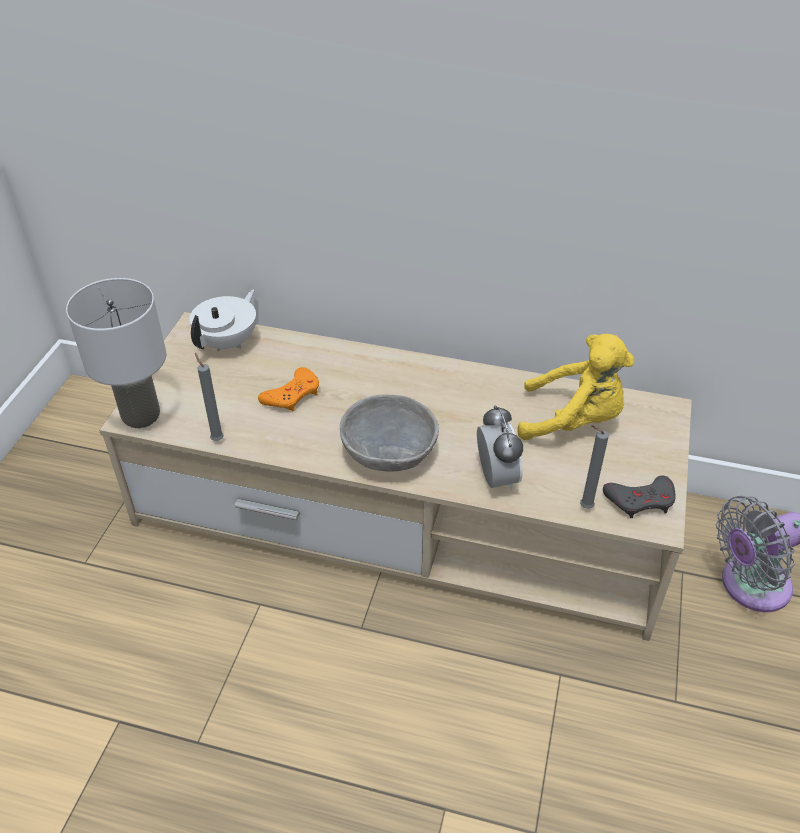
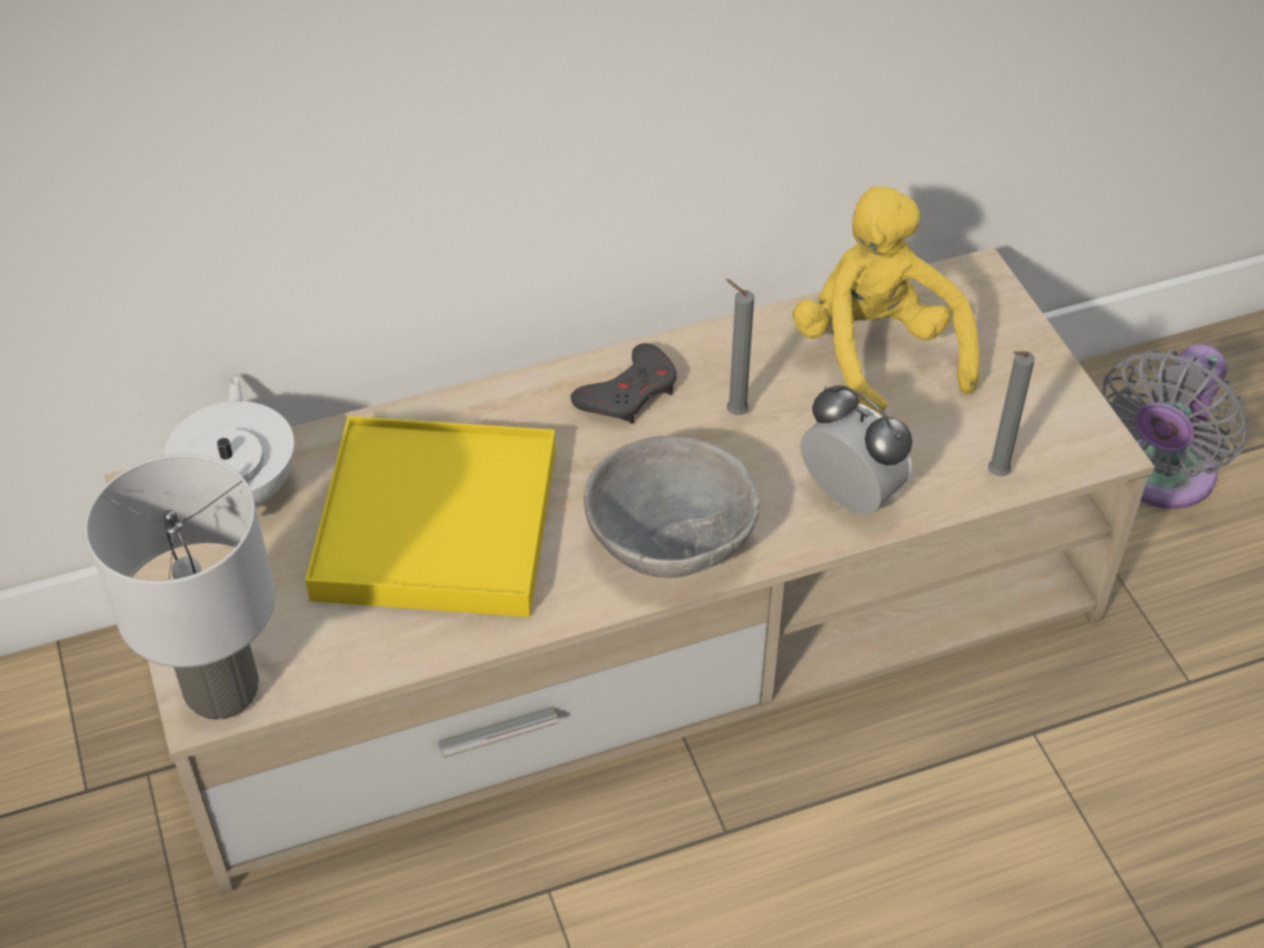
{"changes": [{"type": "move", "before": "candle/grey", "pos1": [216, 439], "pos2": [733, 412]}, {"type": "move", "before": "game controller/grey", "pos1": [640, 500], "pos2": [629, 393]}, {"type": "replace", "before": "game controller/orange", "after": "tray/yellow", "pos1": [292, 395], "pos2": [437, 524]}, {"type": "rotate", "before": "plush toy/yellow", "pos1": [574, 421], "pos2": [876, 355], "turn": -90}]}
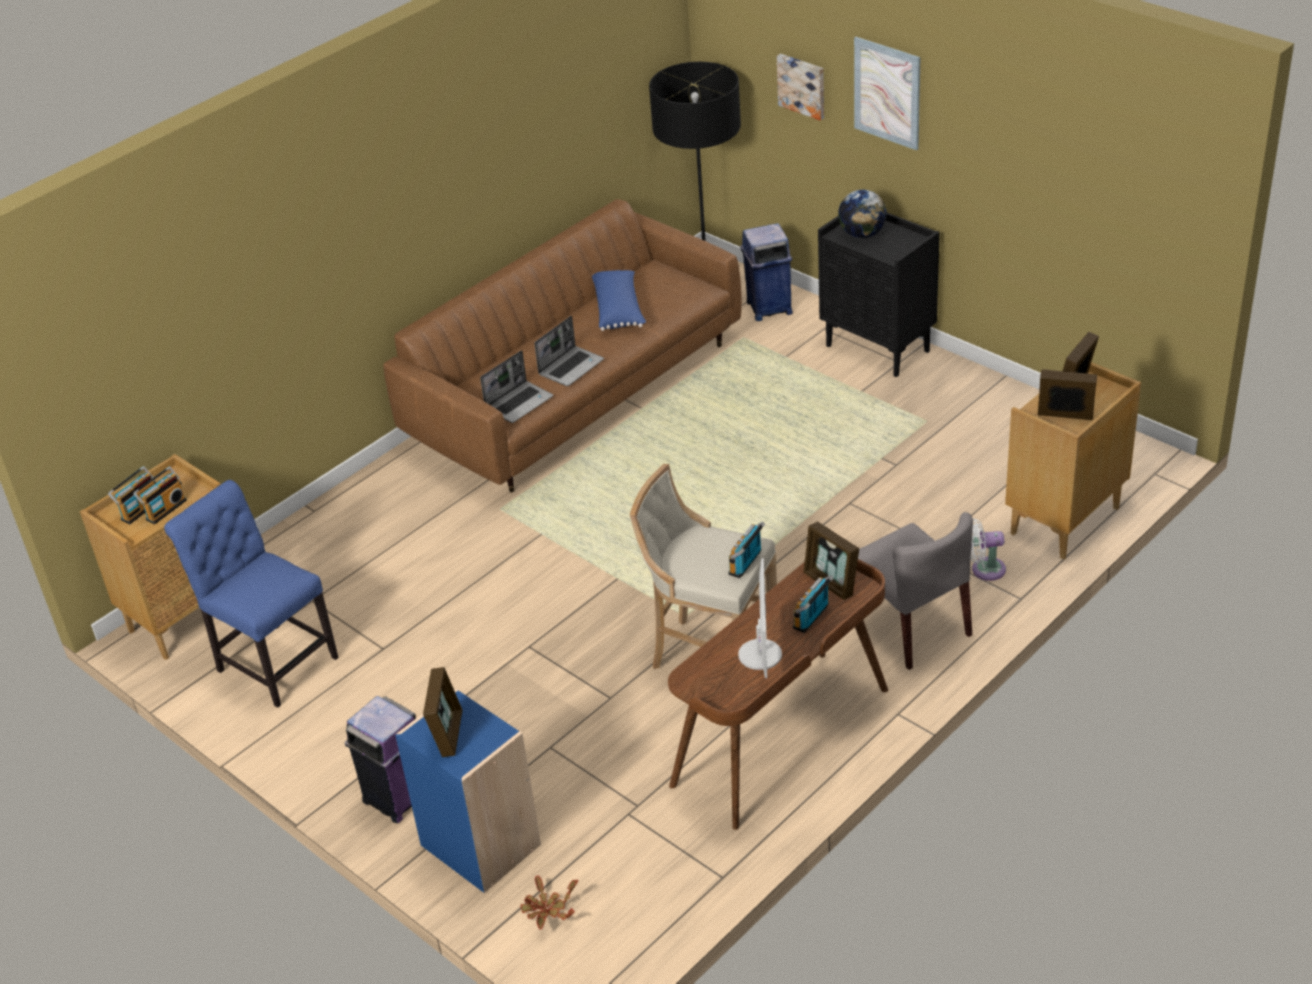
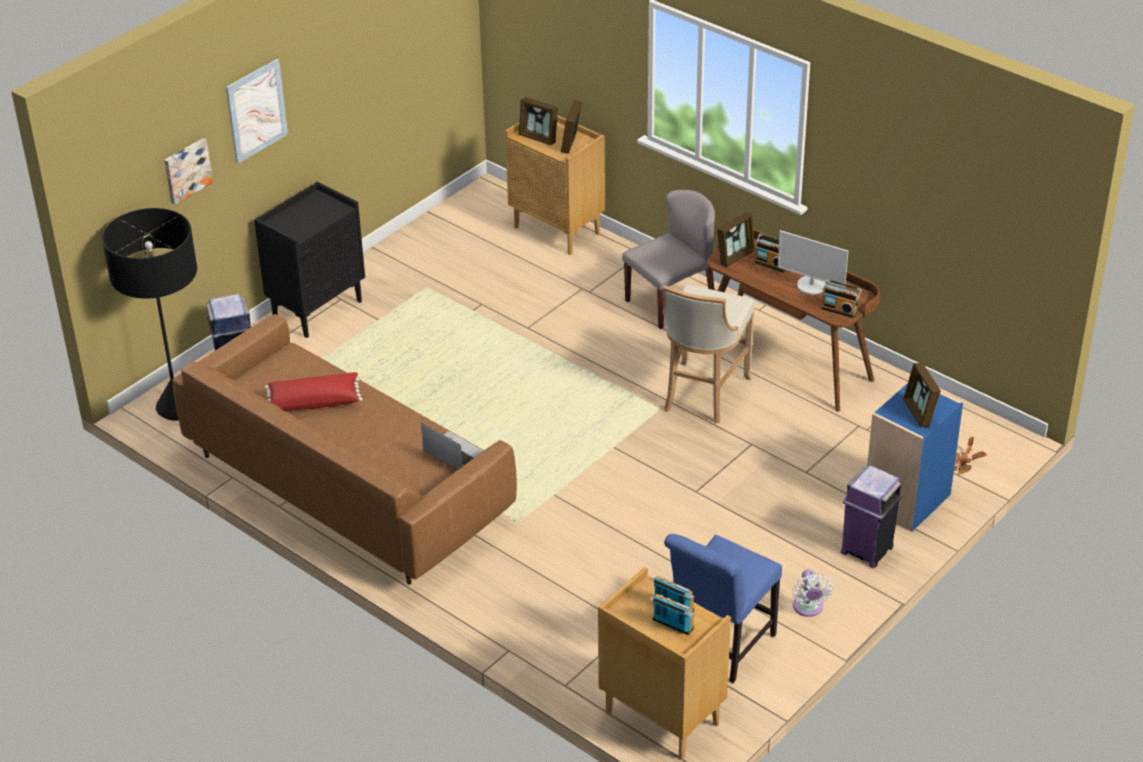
{"changes": [{"type": "delete", "before": "laptop", "pos1": [571, 367]}, {"type": "delete", "before": "globe", "pos1": [862, 234]}, {"type": "move", "before": "radio", "pos1": [747, 563], "pos2": [840, 310]}, {"type": "move", "before": "fan/white", "pos1": [984, 569], "pos2": [808, 608]}, {"type": "recolor", "before": "pillow/blue", "after": "pillow/red", "pos1": [619, 310], "pos2": [314, 401]}, {"type": "rotate", "before": "picture frame", "pos1": [447, 734], "pos2": [919, 413], "turn": -105}, {"type": "rotate", "before": "monitor", "pos1": [760, 654], "pos2": [811, 285], "turn": -150}]}
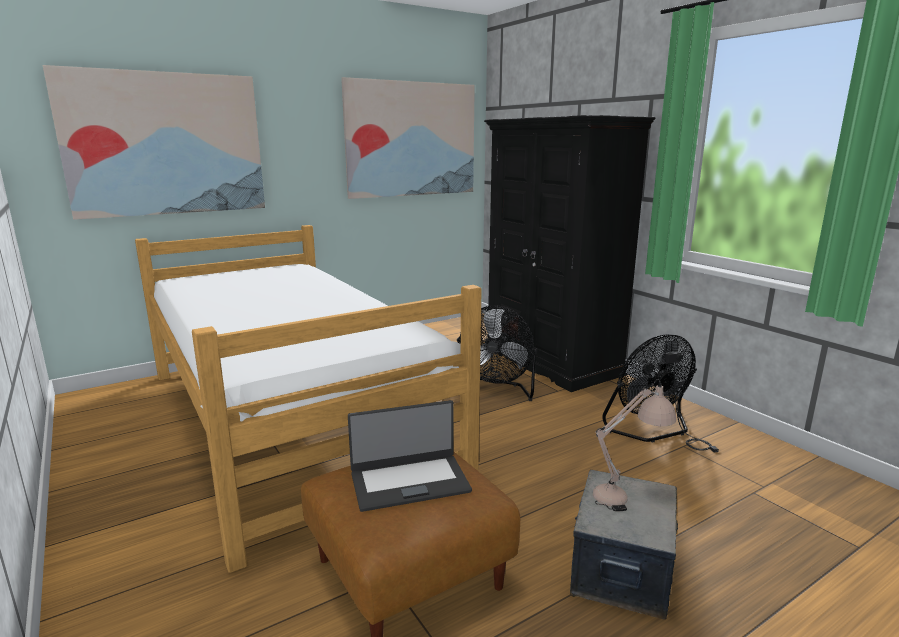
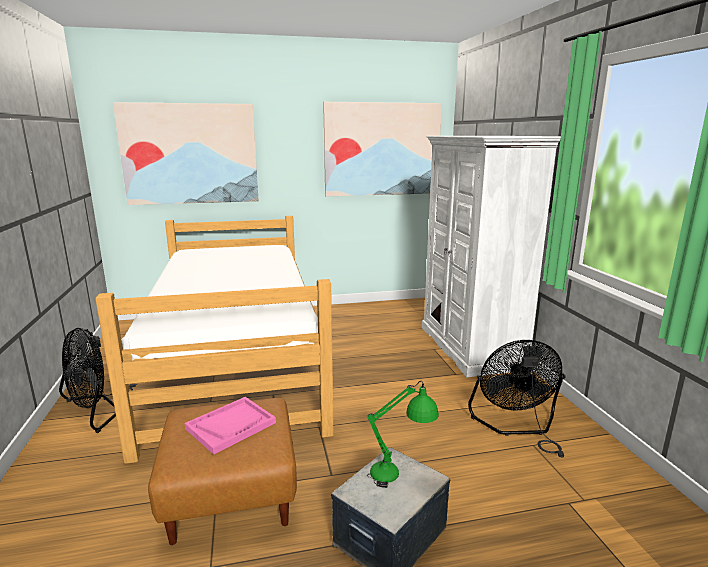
{"changes": [{"type": "move", "before": "fan/black", "pos1": [494, 387], "pos2": [98, 408]}, {"type": "replace", "before": "laptop", "after": "tray/pink", "pos1": [409, 481], "pos2": [231, 426]}, {"type": "recolor", "before": "wardrobe/black", "after": "wardrobe/white", "pos1": [550, 361], "pos2": [469, 347]}, {"type": "recolor", "before": "table lamp/beige", "after": "table lamp/green", "pos1": [628, 495], "pos2": [400, 475]}]}
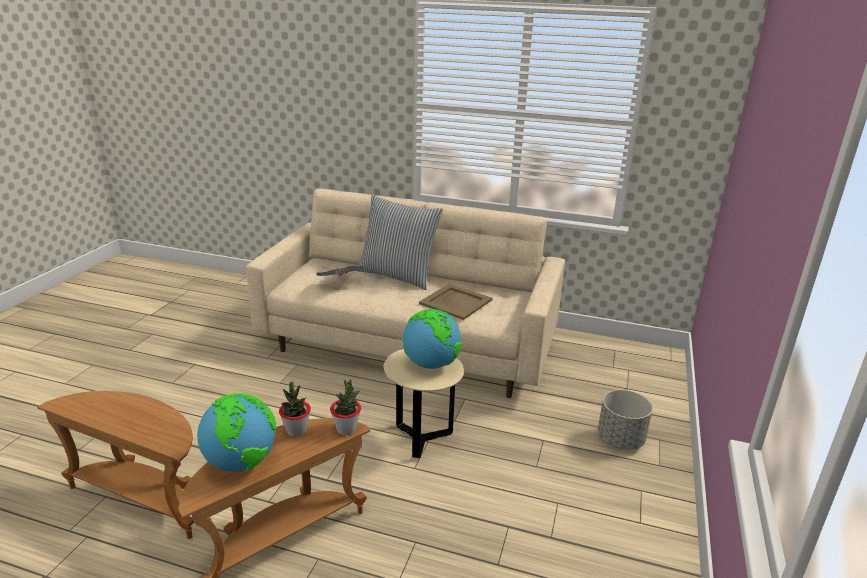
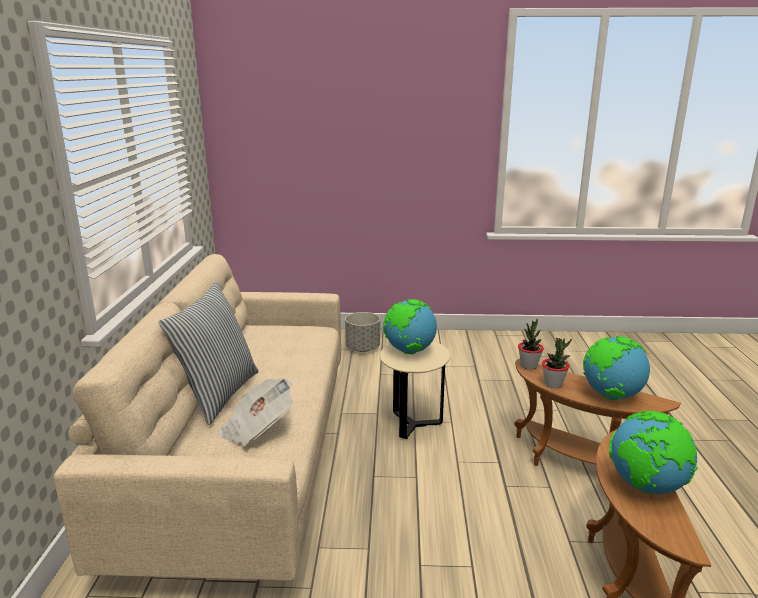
{"changes": [{"type": "delete", "before": "tray/beige", "pos1": [455, 301]}, {"type": "insert", "after": "globe", "pos2": [646, 487]}]}
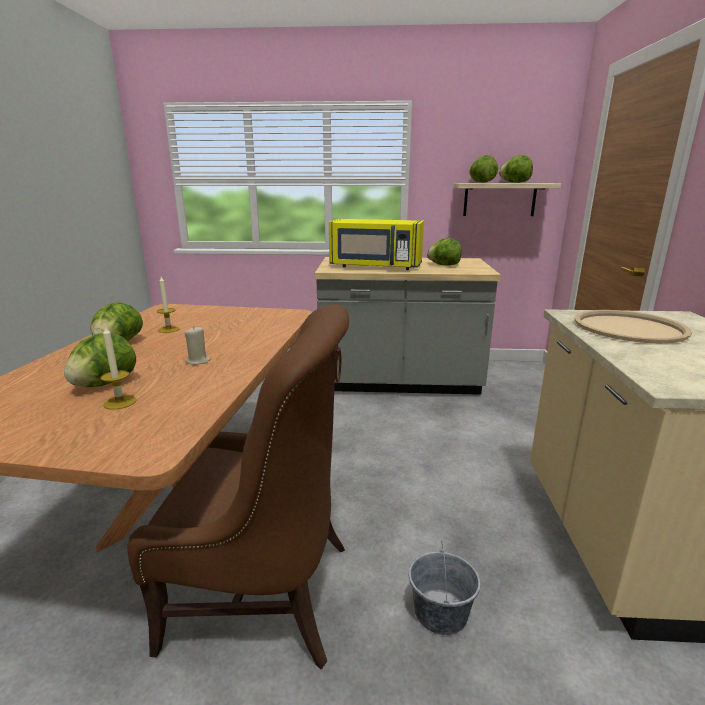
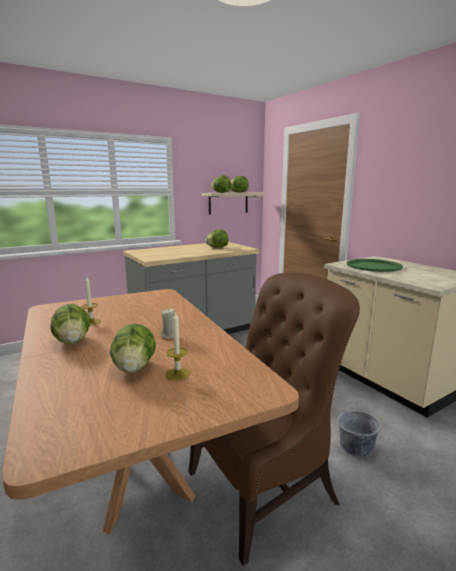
{"changes": [{"type": "delete", "before": "microwave/yellow", "pos1": [375, 266]}, {"type": "recolor", "before": "tray/beige", "after": "tray/green", "pos1": [629, 328], "pos2": [373, 266]}]}
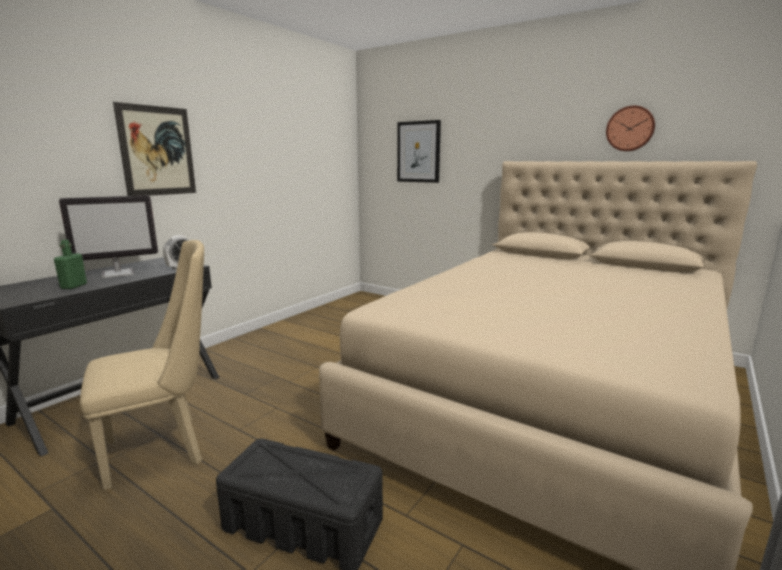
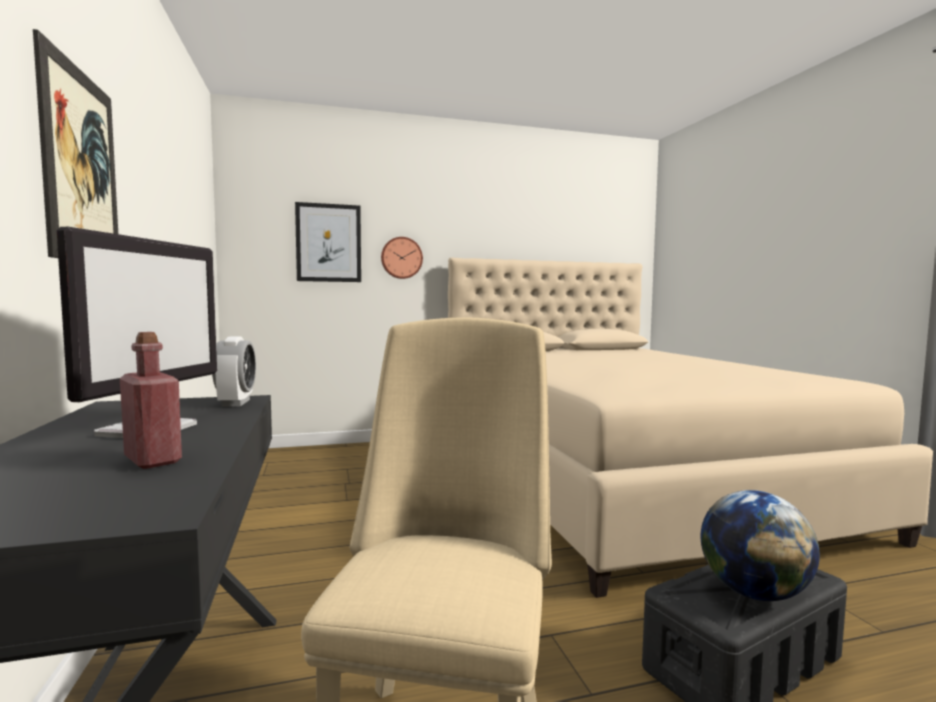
{"changes": [{"type": "insert", "after": "globe", "pos2": [753, 592]}, {"type": "move", "before": "wall clock", "pos1": [630, 129], "pos2": [401, 258]}, {"type": "recolor", "before": "bottle/green", "after": "bottle/red", "pos1": [73, 286], "pos2": [153, 460]}]}
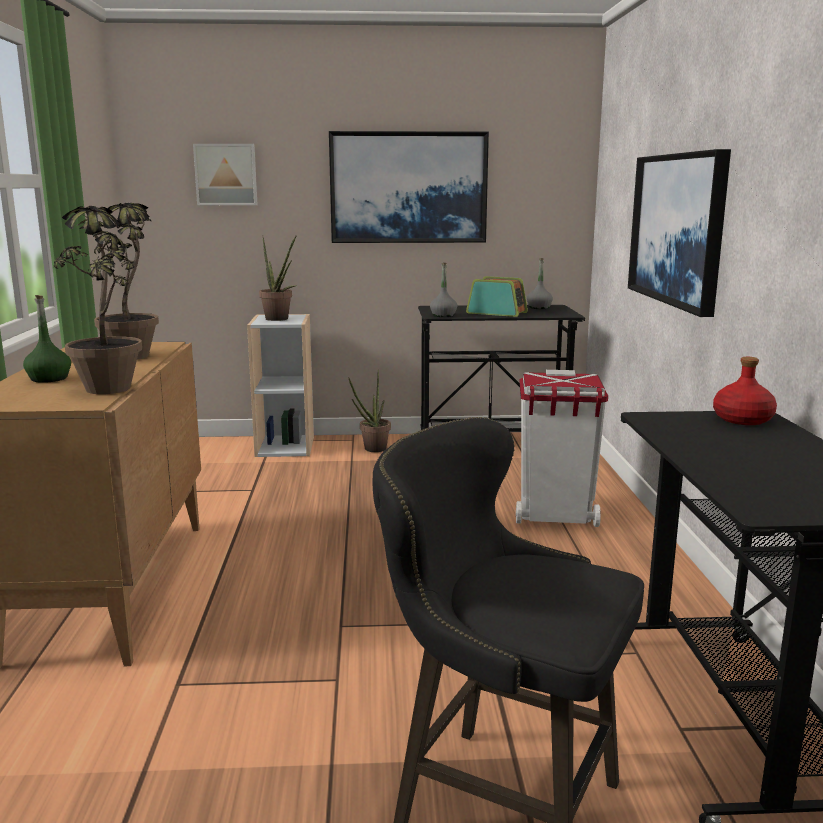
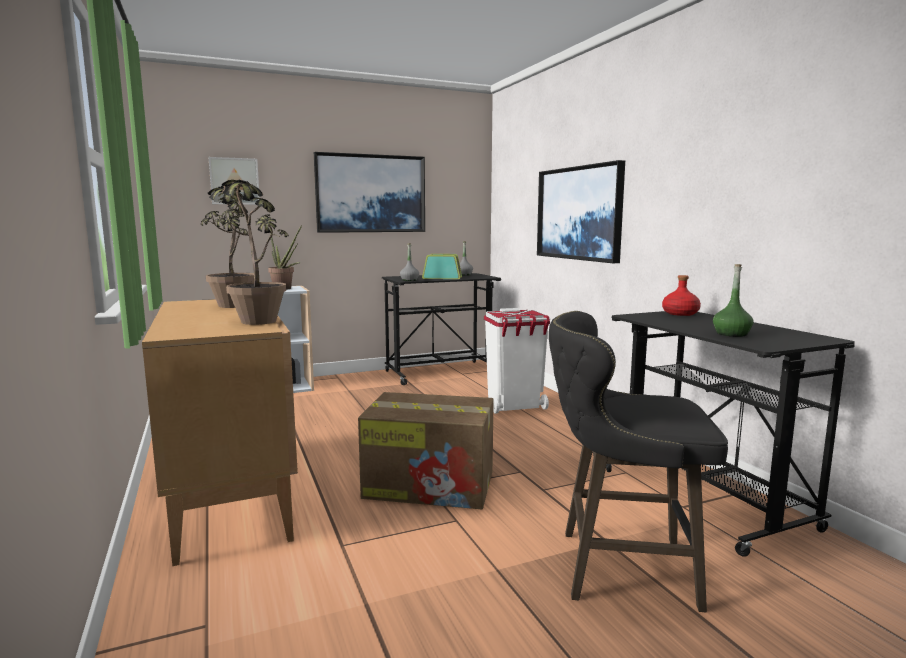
{"changes": [{"type": "delete", "before": "potted plant", "pos1": [372, 450]}, {"type": "insert", "after": "cardboard box", "pos2": [431, 485]}, {"type": "move", "before": "bottle/green", "pos1": [49, 379], "pos2": [731, 334]}]}
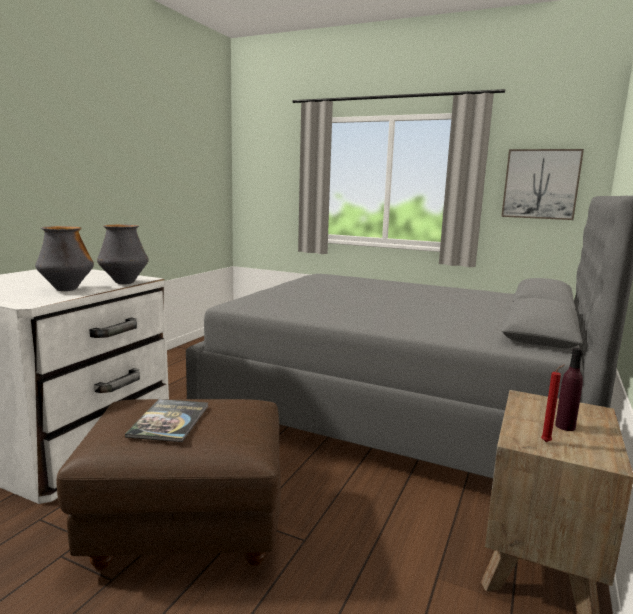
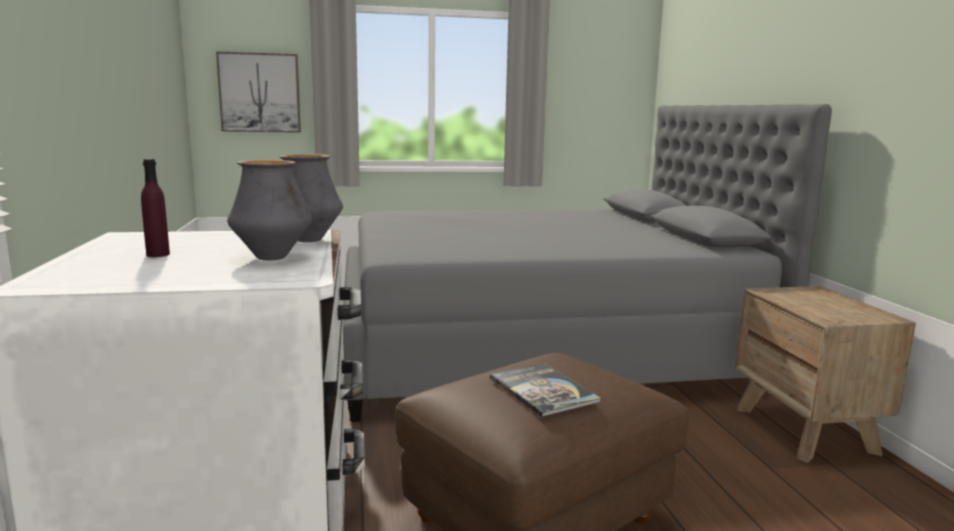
{"changes": [{"type": "delete", "before": "candle/red", "pos1": [547, 442]}, {"type": "move", "before": "picture", "pos1": [540, 184], "pos2": [259, 93]}, {"type": "move", "before": "bottle/purple", "pos1": [565, 426], "pos2": [158, 254]}]}
